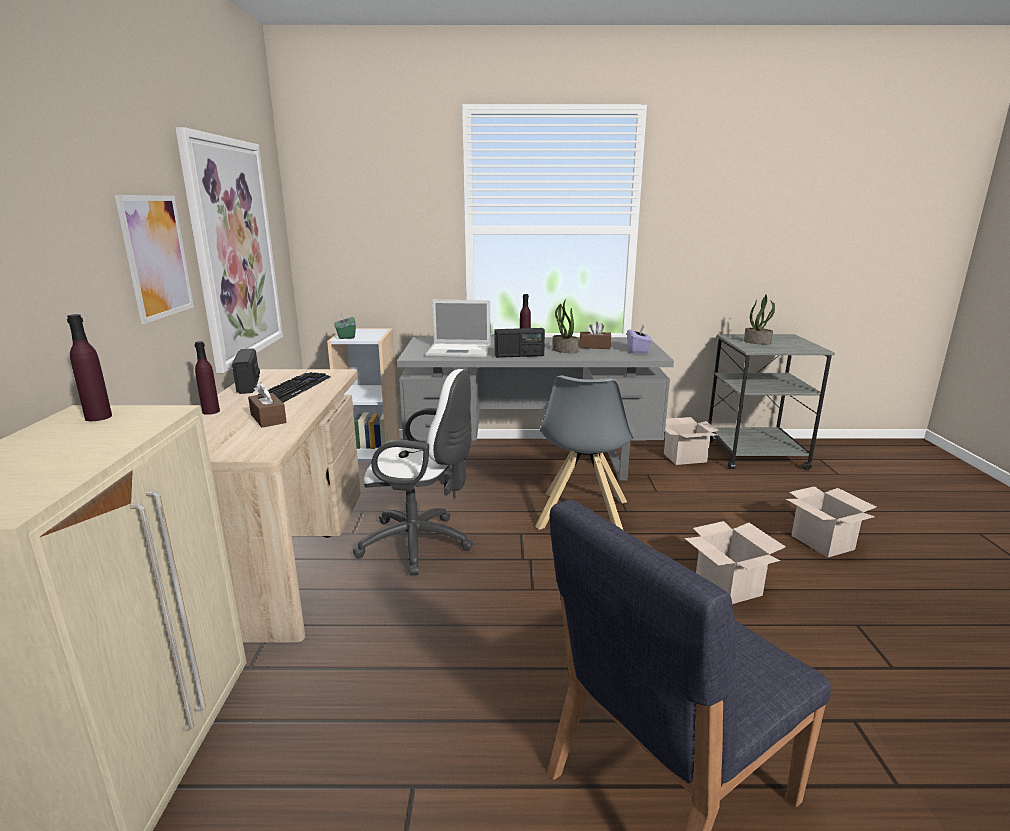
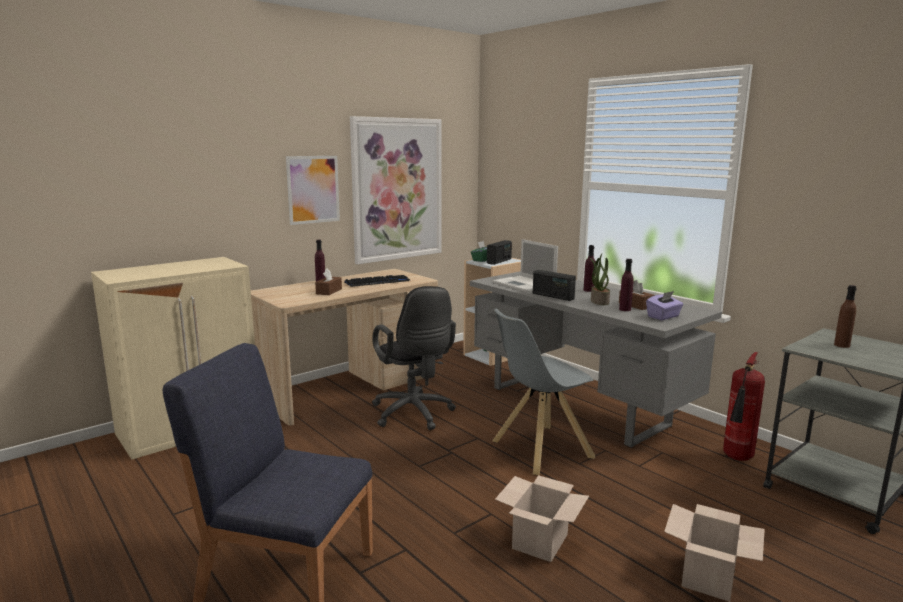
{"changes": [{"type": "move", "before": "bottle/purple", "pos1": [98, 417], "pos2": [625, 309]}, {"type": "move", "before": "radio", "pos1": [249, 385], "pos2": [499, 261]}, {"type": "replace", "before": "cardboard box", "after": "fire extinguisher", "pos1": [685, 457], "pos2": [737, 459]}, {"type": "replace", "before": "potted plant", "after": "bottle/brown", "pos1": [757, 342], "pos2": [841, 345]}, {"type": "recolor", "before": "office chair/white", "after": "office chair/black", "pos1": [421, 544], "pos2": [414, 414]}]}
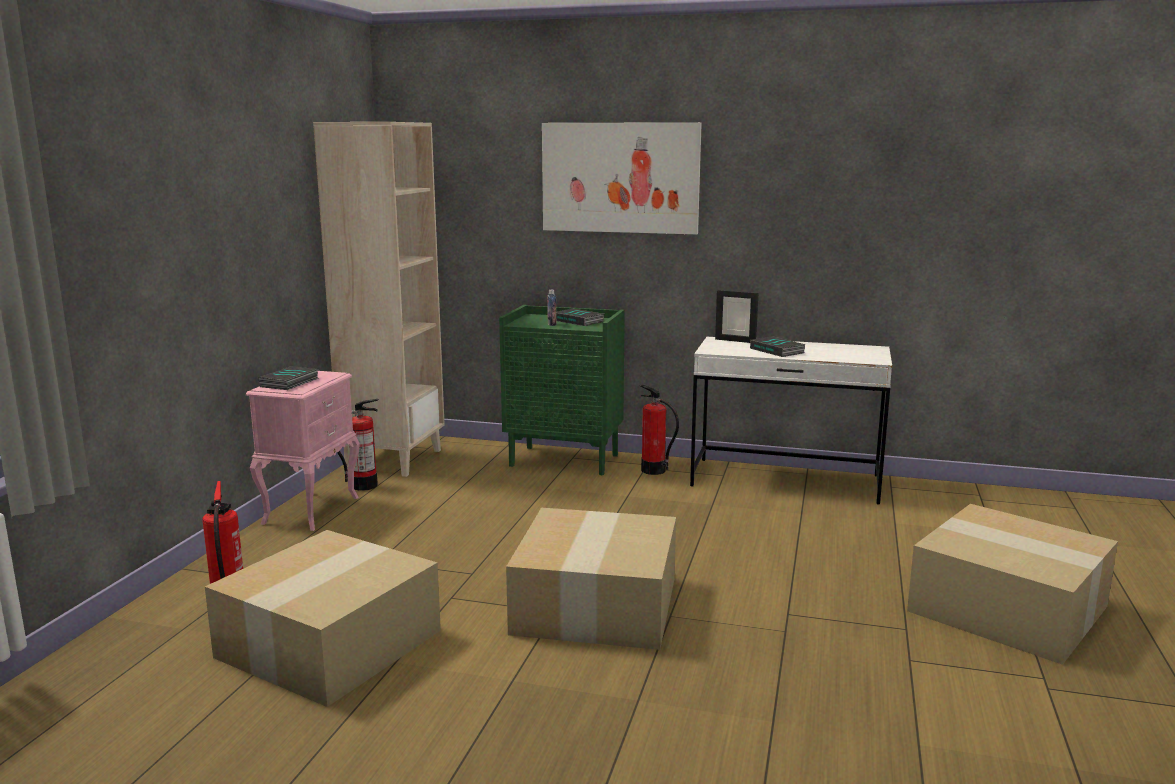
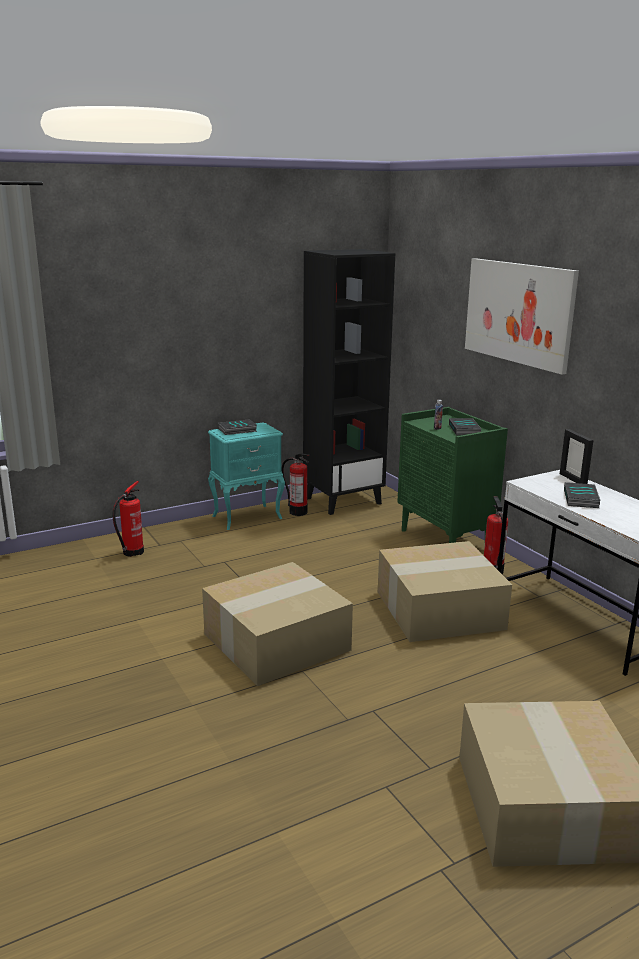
{"changes": [{"type": "move", "before": "cardboard box", "pos1": [330, 642], "pos2": [440, 609]}, {"type": "recolor", "before": "nightstand/pink", "after": "nightstand/turquoise", "pos1": [311, 510], "pos2": [247, 517]}, {"type": "recolor", "before": "bookcase/beige", "after": "bookcase/black", "pos1": [393, 459], "pos2": [343, 500]}]}
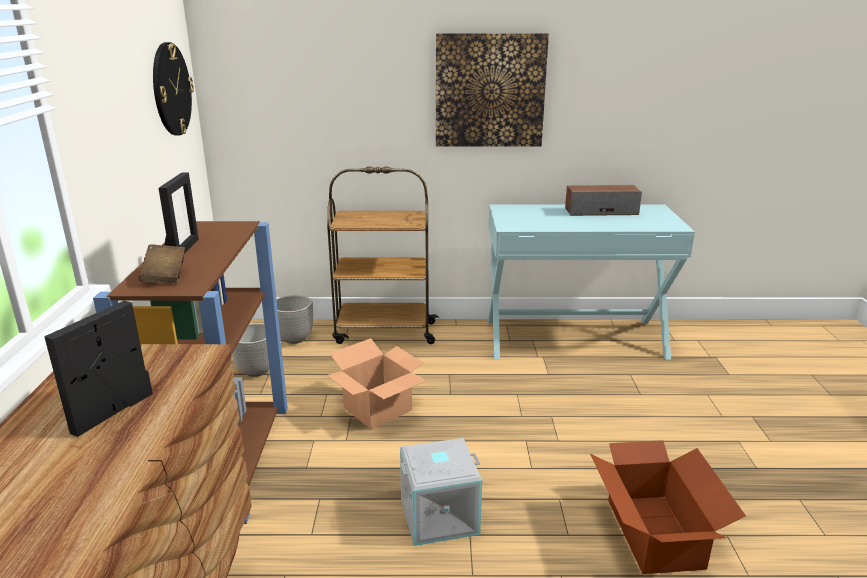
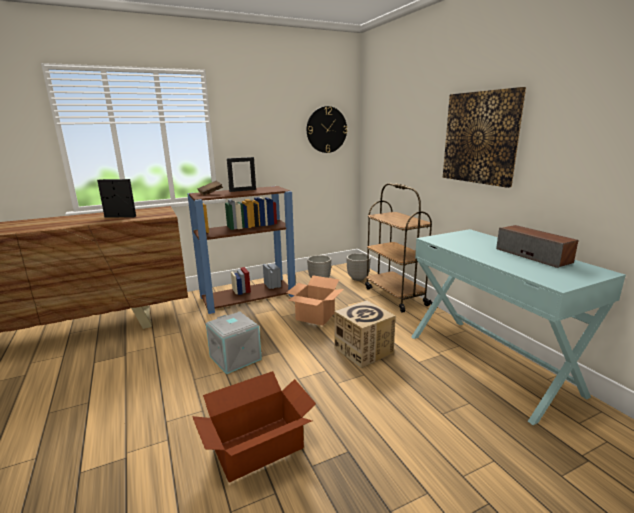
{"changes": [{"type": "insert", "after": "cardboard box", "pos2": [363, 350]}]}
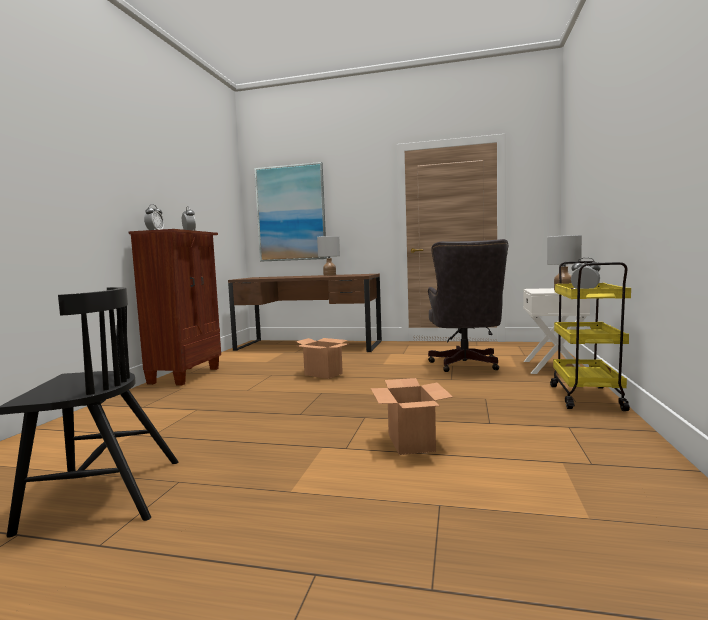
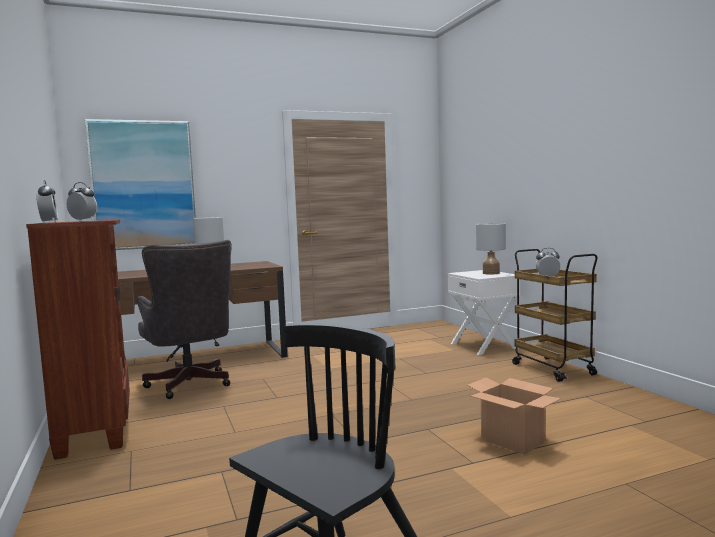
{"changes": [{"type": "delete", "before": "cardboard box", "pos1": [324, 374]}, {"type": "move", "before": "office chair/grey", "pos1": [466, 365], "pos2": [191, 385]}, {"type": "recolor", "before": "cart/yellow", "after": "cart/brown", "pos1": [586, 398], "pos2": [553, 369]}]}
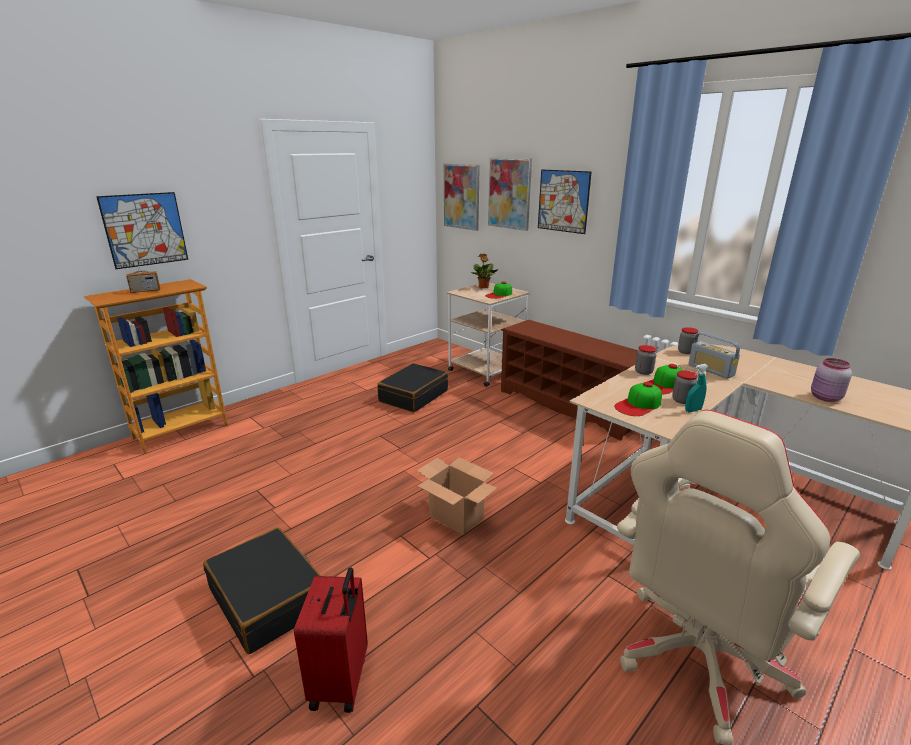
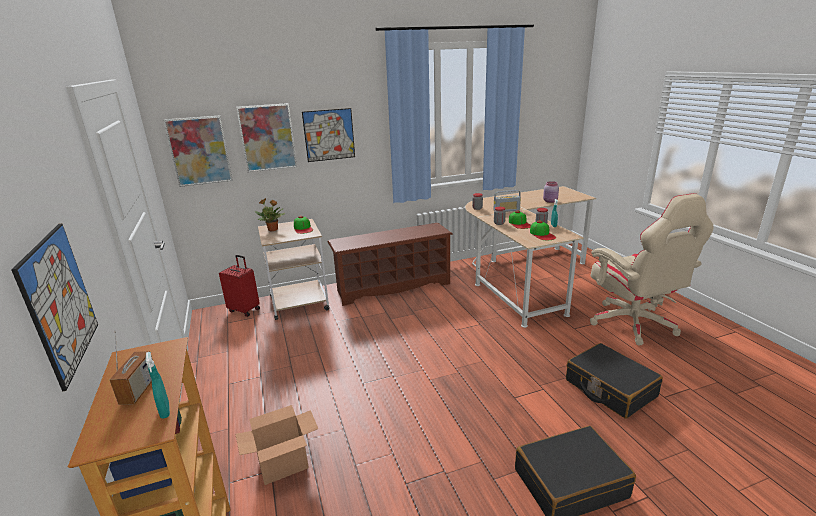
{"changes": [{"type": "insert", "after": "spray bottle/turquoise", "pos2": [165, 411]}, {"type": "move", "before": "suitcase/red", "pos1": [341, 681], "pos2": [245, 310]}, {"type": "move", "before": "suitcase/black", "pos1": [413, 396], "pos2": [609, 388]}, {"type": "move", "before": "cardboard box", "pos1": [456, 517], "pos2": [284, 464]}]}
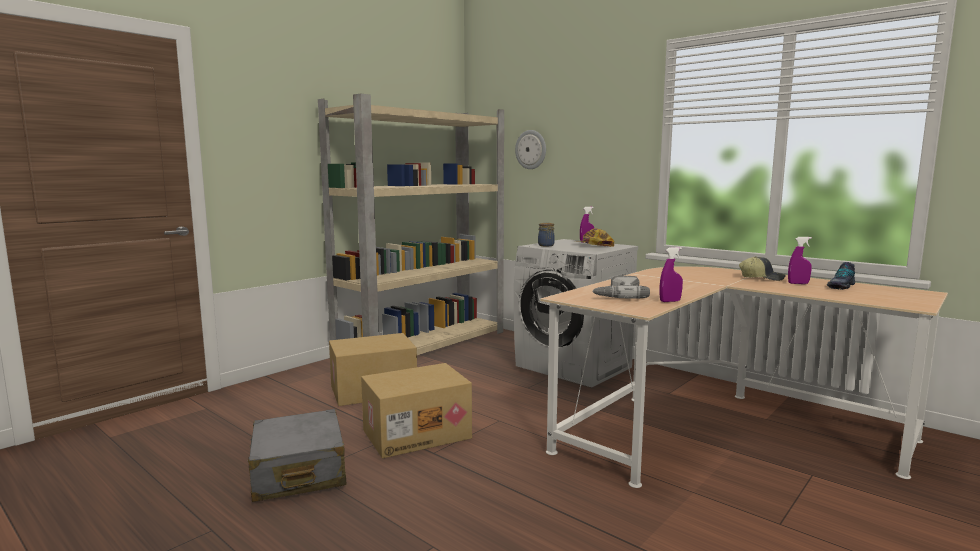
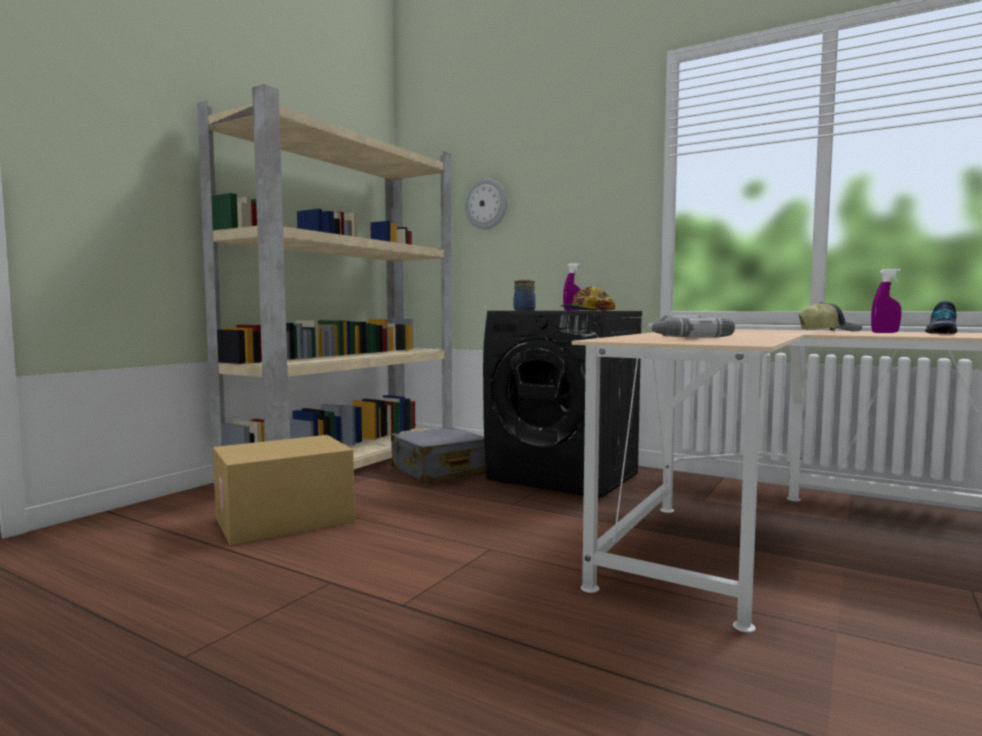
{"changes": [{"type": "delete", "before": "cardboard box", "pos1": [417, 433]}, {"type": "delete", "before": "spray bottle/purple", "pos1": [670, 301]}, {"type": "move", "before": "suitcase/grey", "pos1": [298, 471], "pos2": [440, 471]}, {"type": "recolor", "before": "washing machine/white", "after": "washing machine/black", "pos1": [573, 369], "pos2": [564, 479]}]}
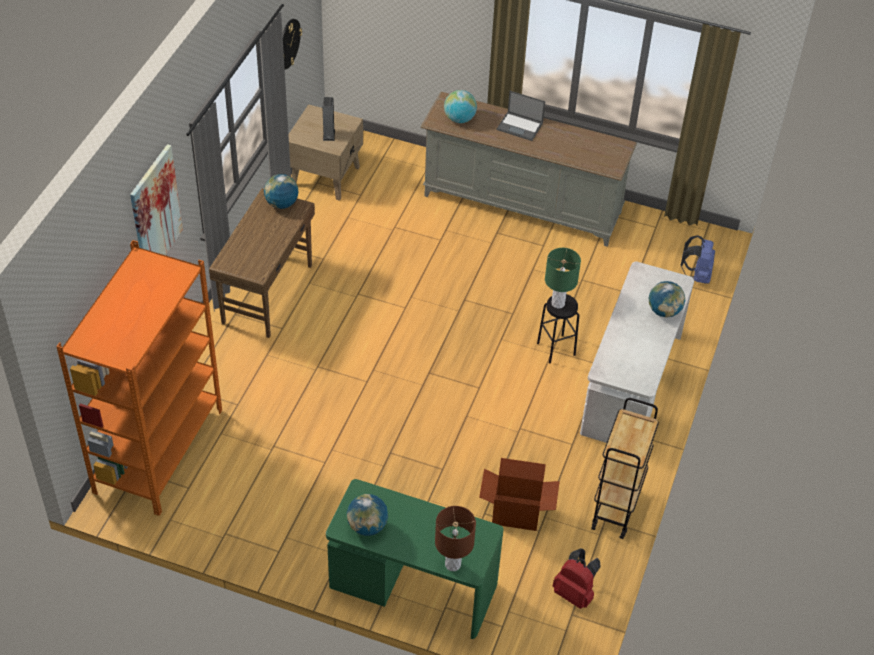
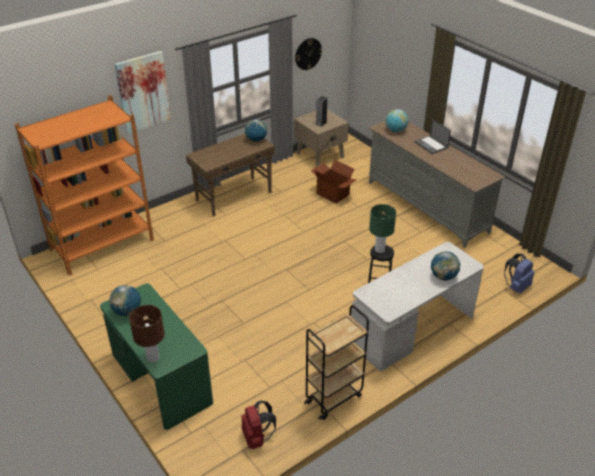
{"changes": [{"type": "move", "before": "cardboard box", "pos1": [516, 511], "pos2": [333, 194]}]}
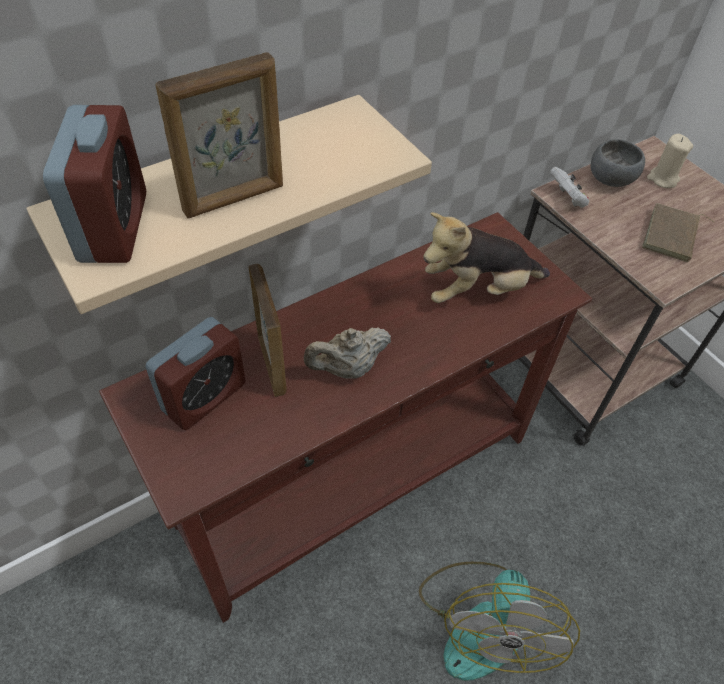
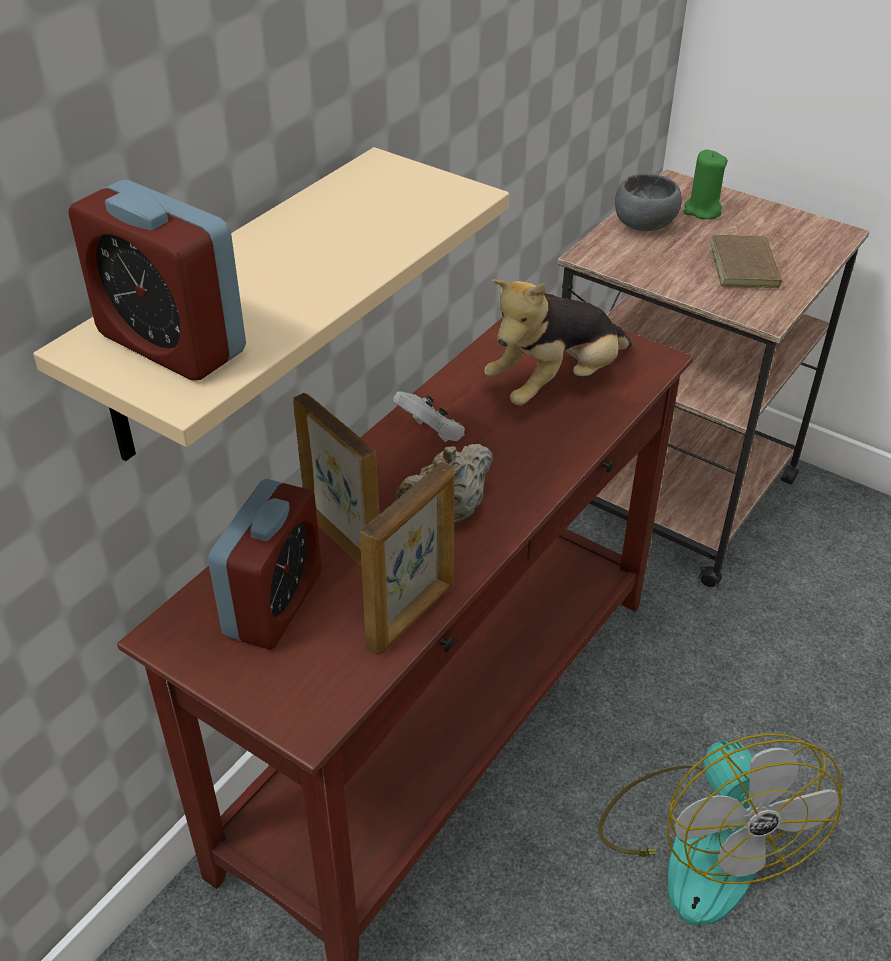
{"changes": [{"type": "move", "before": "picture frame", "pos1": [235, 199], "pos2": [412, 616]}, {"type": "move", "before": "game controller/white", "pos1": [567, 199], "pos2": [431, 433]}, {"type": "recolor", "before": "candle/beige", "after": "candle/green", "pos1": [662, 179], "pos2": [702, 211]}, {"type": "rotate", "before": "alarm clock", "pos1": [114, 227], "pos2": [171, 343], "turn": 150}]}
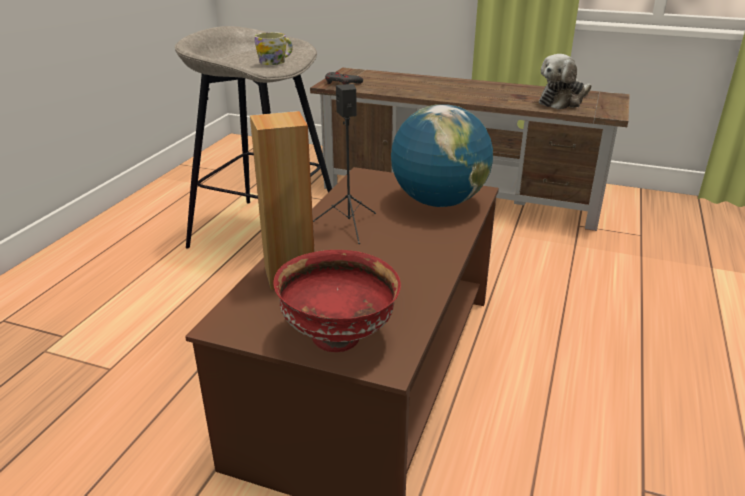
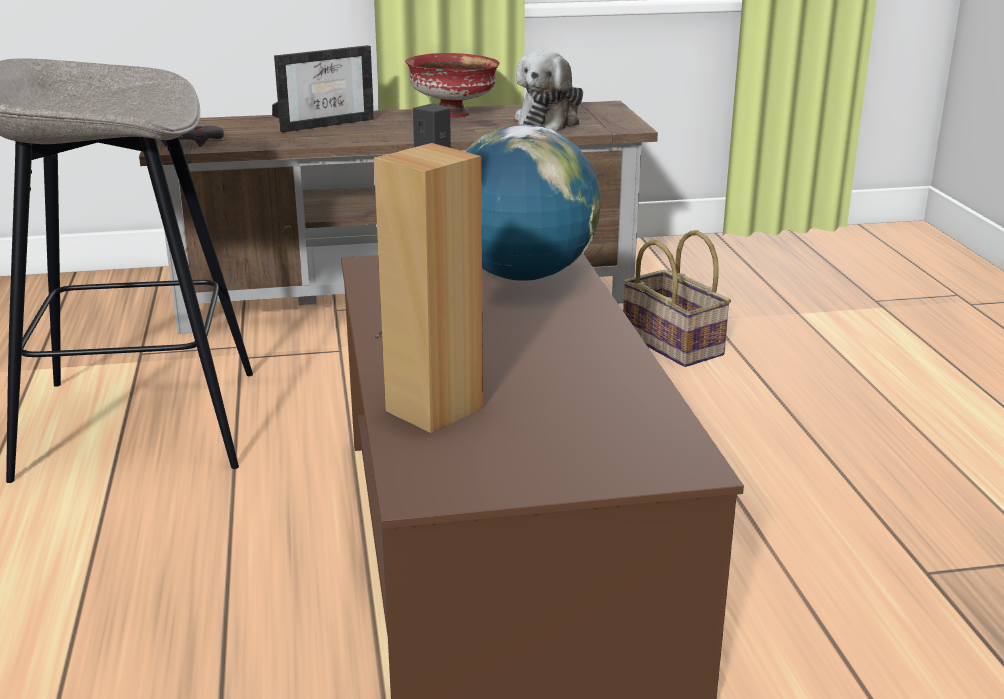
{"changes": [{"type": "delete", "before": "mug", "pos1": [276, 62]}, {"type": "insert", "after": "picture frame", "pos2": [325, 123]}, {"type": "insert", "after": "basket", "pos2": [675, 344]}, {"type": "move", "before": "bowl/red", "pos1": [339, 337], "pos2": [453, 113]}]}
